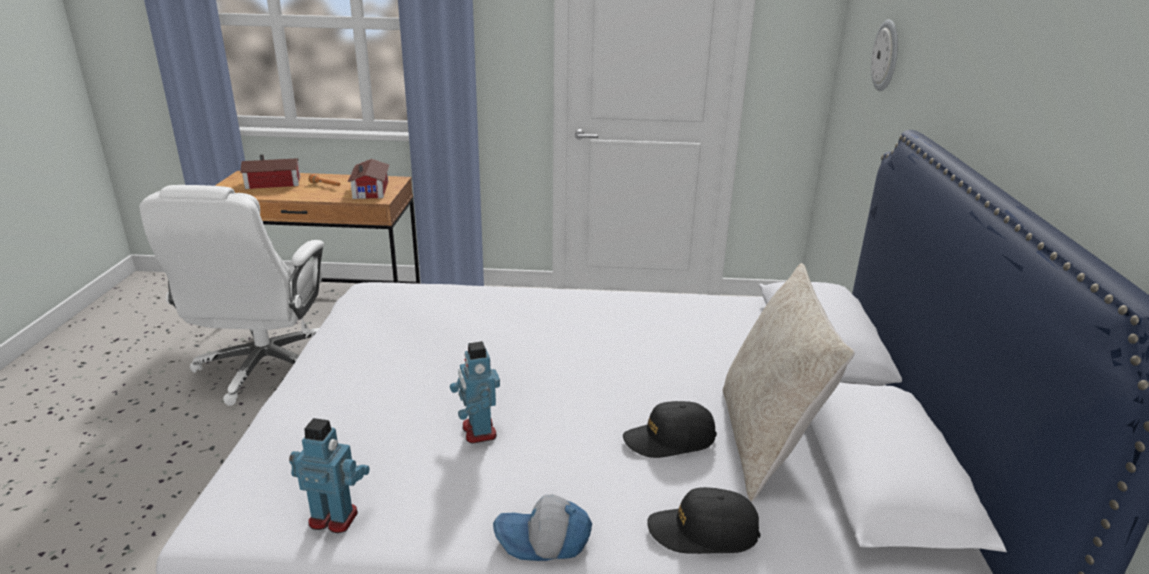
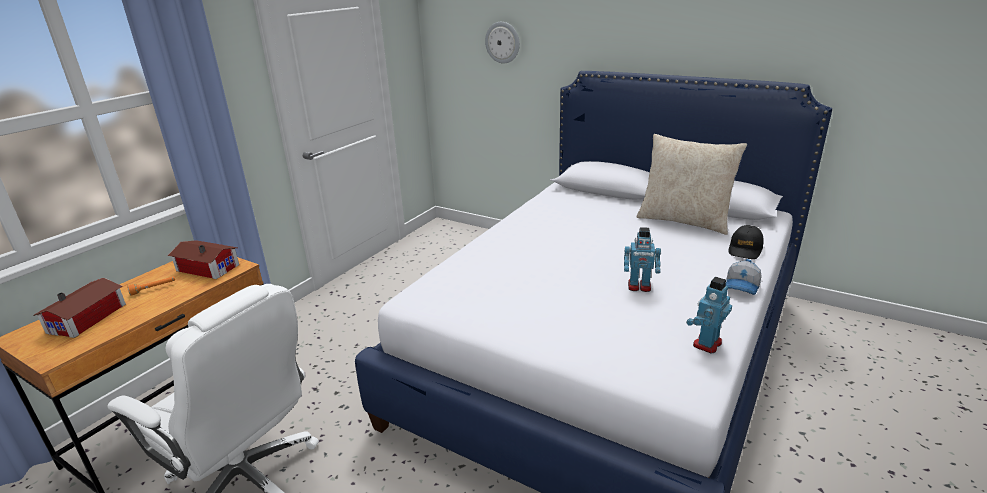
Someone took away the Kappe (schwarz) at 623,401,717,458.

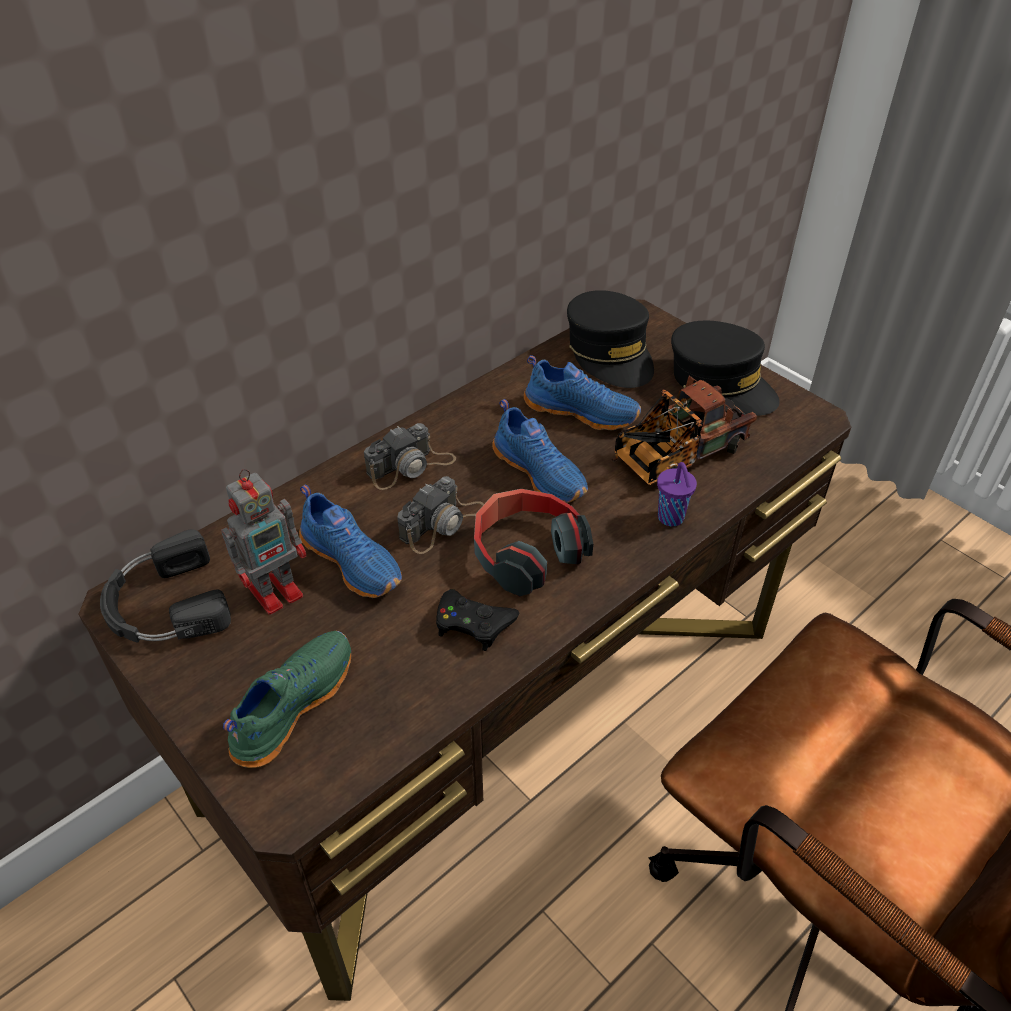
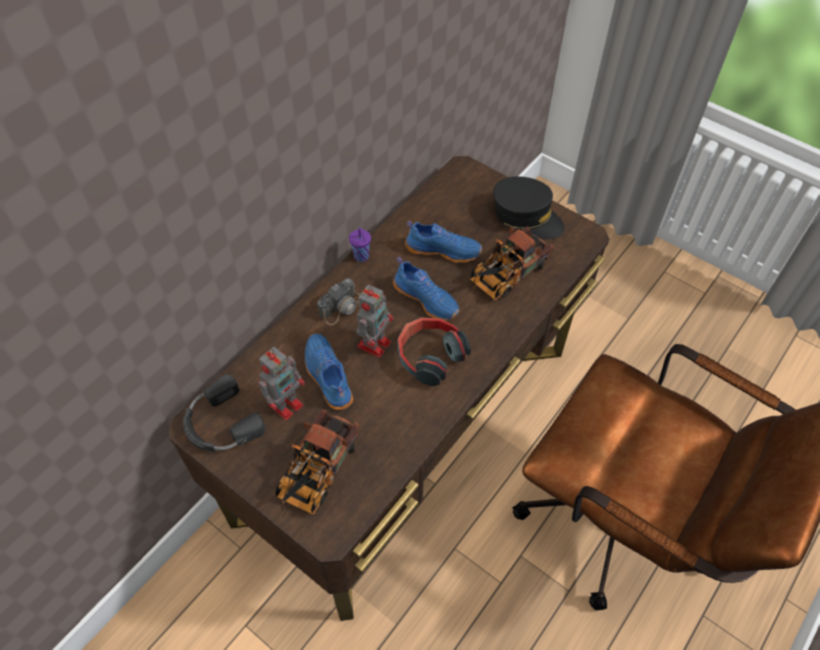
Someone swapped the Schuh (grün) at 223,631,351,768 for the Spielzeuglaster at 275,409,360,516.
Someone rotated the Schuh (blau) at 299,484,402,598 by 150 degrees counterclockwise.
Someone carried the Tasse (lila) from 657,462,697,526 to 349,227,371,262.
Someone swapped the Kamera at 397,476,484,554 for the Spielzeugroboter at 357,285,393,358.
Someone took away the Gamepad (schwarz) at 436,589,519,651.
Someone took away the Kappe (schwarz) at 567,290,654,388.

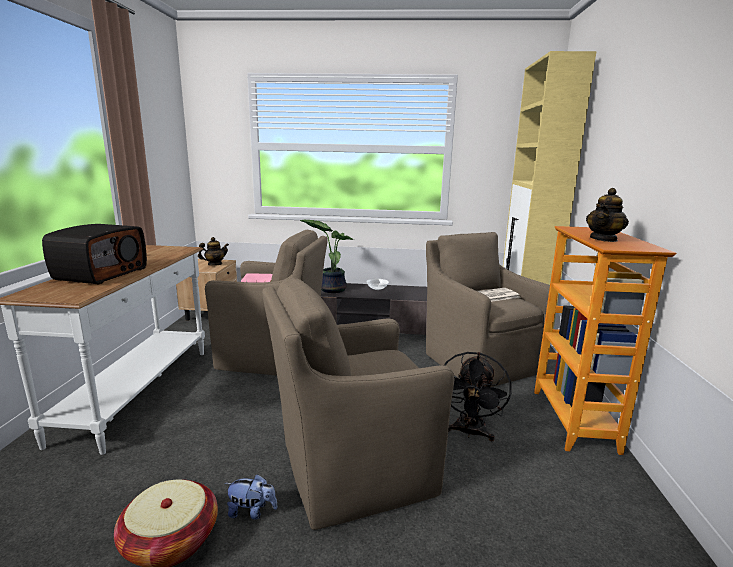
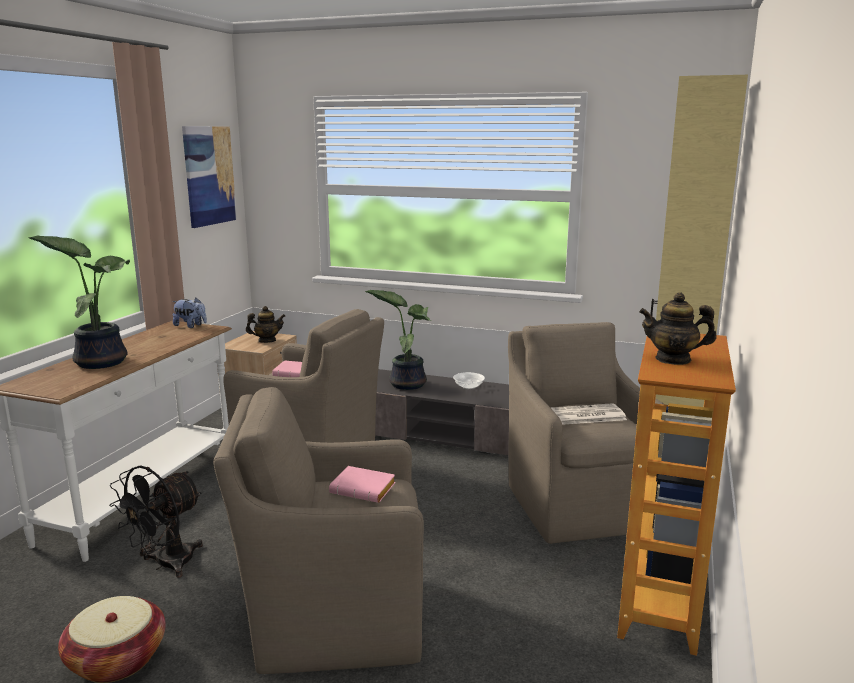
Someone swapped the Radio at 42,224,147,284 for the Topfpflanze at 29,236,130,369.
Someone carried the Ventilator (schwarz) from 444,352,512,441 to 109,465,203,578.
Someone carried the Plüschtier from 225,474,277,520 to 172,298,207,328.
Someone put up the Bild at 182,126,237,228.
Someone put down the Buch (rosa) at 329,466,396,503.
Someone rotated the Teekanne at 586,188,629,242 by 45 degrees clockwise.

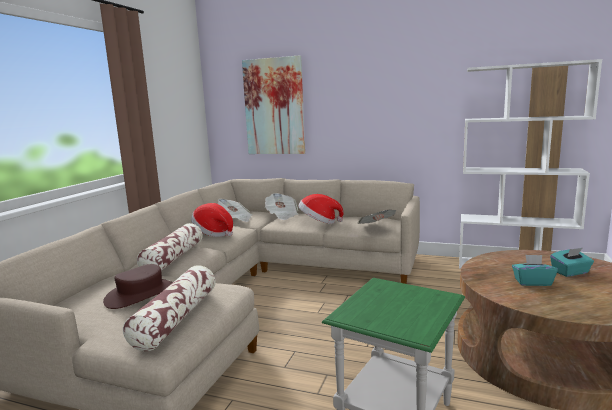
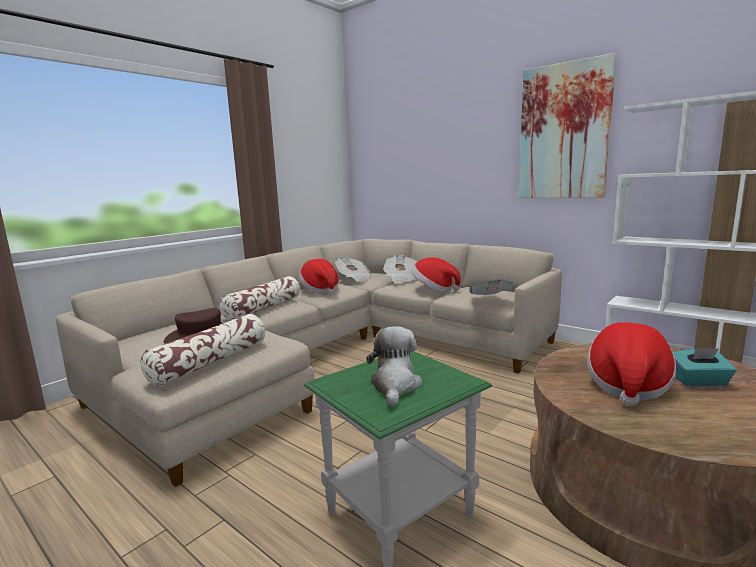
Someone put down the Plüschtier at 366,326,422,407.
Someone carried the Bild from 242,55,305,154 to 519,53,616,198.
Someone swapped the Taschentuchbox (türkis) at 512,255,558,286 for the Hut at 587,322,676,406.

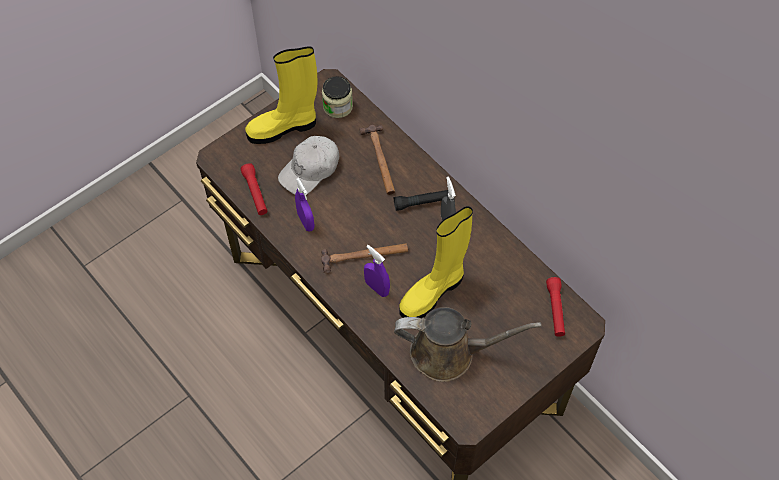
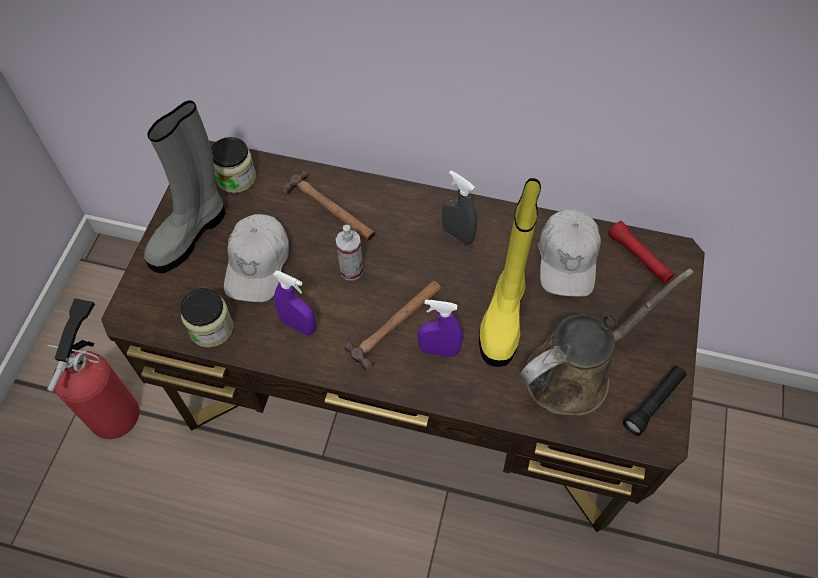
Someone put down the Feuerlöscher at 47,298,139,439.
Someone repainted the Stiefel (gelb) at 245,46,318,144, which became the Stiefel (grau) at 144,100,225,274.
Someone swapped the Taschenlampe (rot) at 241,163,268,215 for the Vorratsglas at 180,288,233,348.
Someone put down the Sprühflasche at 336,225,363,281.
Someone put down the Kappe (weiß) at 538,209,601,296.
Someone carried the Taschenlampe (schwarz) from 394,190,448,211 to 623,366,686,436.

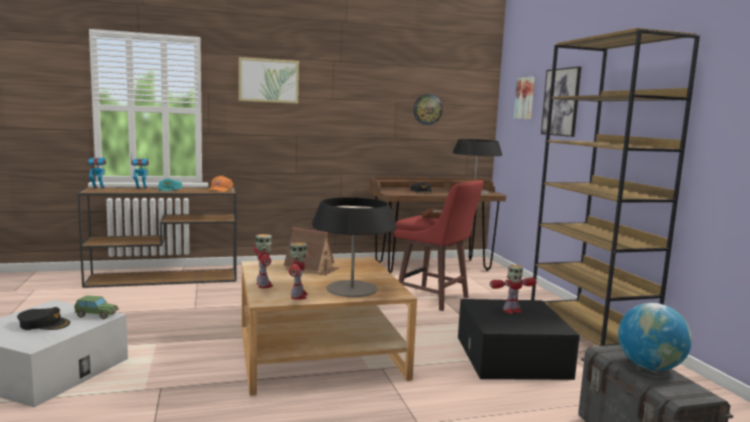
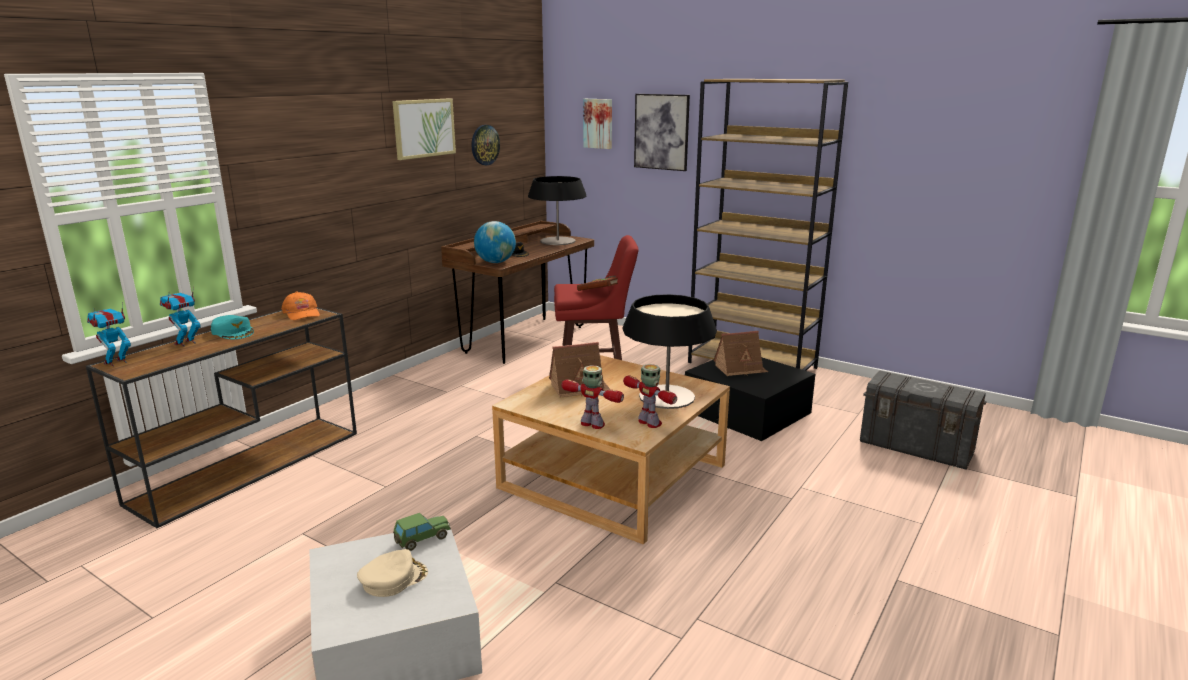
Someone repainted the Kappe (schwarz) at 17,307,70,330, which became the Kappe (beige) at 357,549,428,597.
Someone carried the Bild from 239,57,299,104 to 392,98,456,160.
Someone carried the Globus from 618,303,692,371 to 474,221,516,263.
Someone swapped the Spielzeugroboter at 490,265,537,314 for the Spielzeughaus at 713,331,768,376.

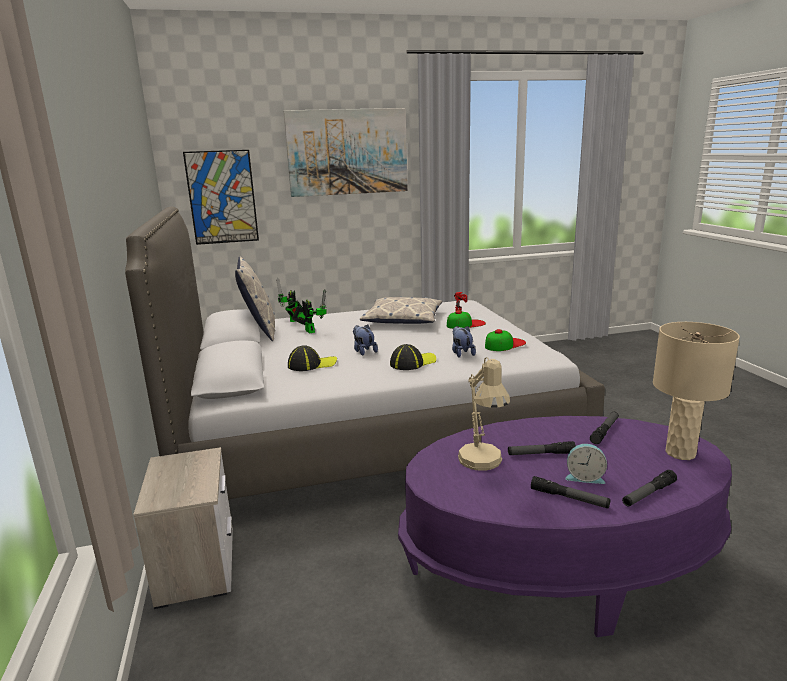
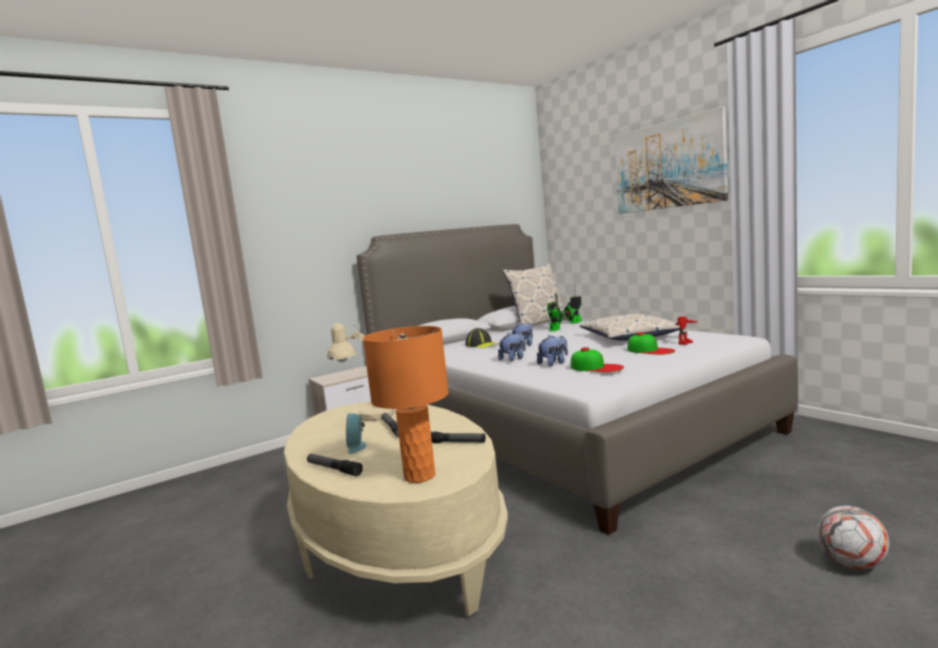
Someone repainted the Couchtisch (lila) at 398,416,732,637, which became the Couchtisch (beige) at 284,402,508,616.
Someone repainted the Tischlampe (beige) at 653,322,740,460, which became the Tischlampe (orange) at 363,326,449,483.
Someone swapped the Kappe at 390,344,436,370 for the Plüschtier at 498,333,526,362.
Someone put down the Fußball at 817,506,889,569.
Someone took away the Bild at 183,150,259,245.
Someone took away the Taschenlampe at 531,476,610,509.

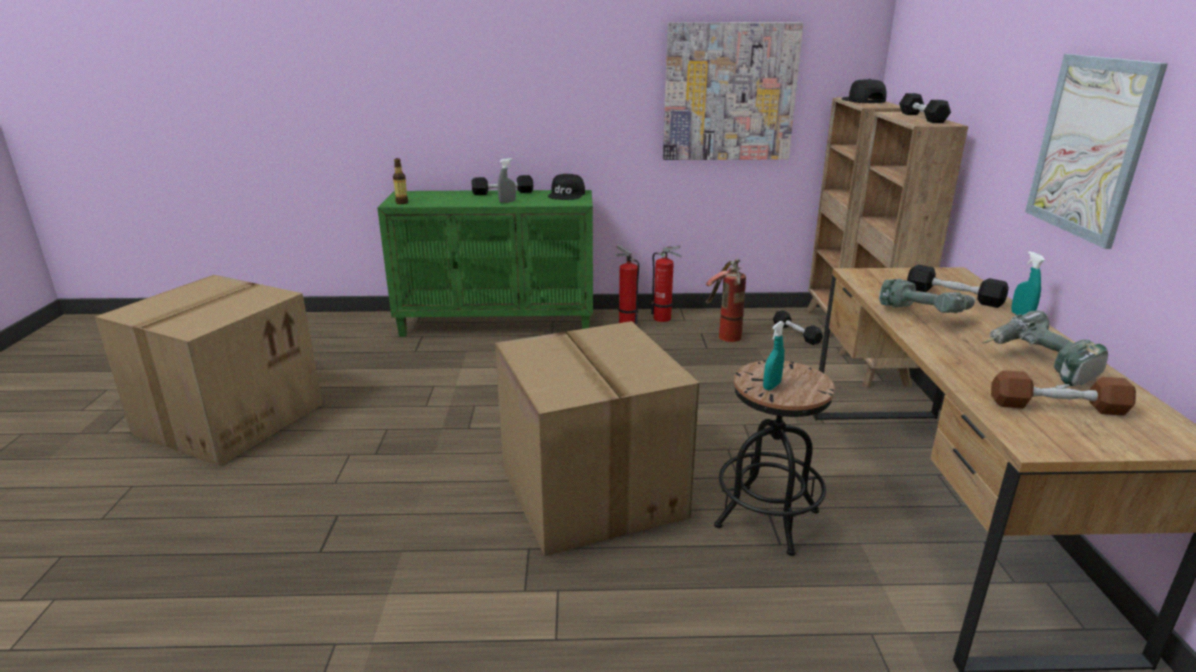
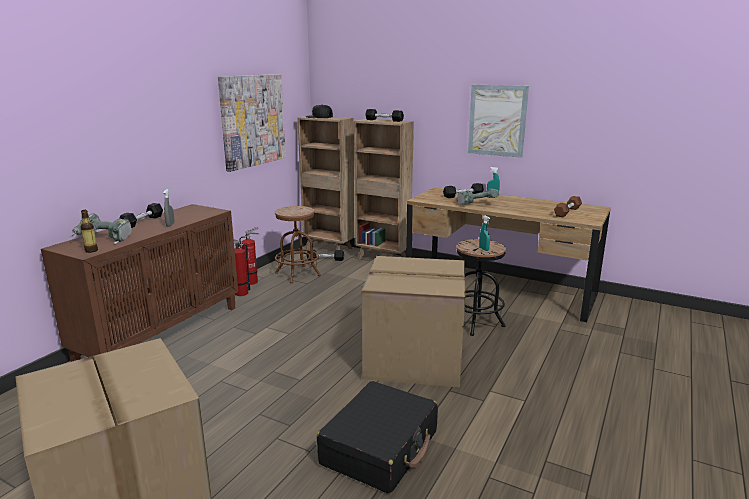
Someone repainted the Schrank (grün) at 377,190,593,337, which became the Schrank (braun) at 41,204,238,362.
Someone carried the Bohrmaschine from 982,311,1108,388 to 70,213,132,244.
Someone swapped the Feuerlöscher at 706,259,746,342 for the Hocker (braun) at 275,206,321,284.
Someone put down the Koffer (schwarz) at 317,381,438,494.
Someone took away the Kappe (schwarz) at 548,174,585,200.

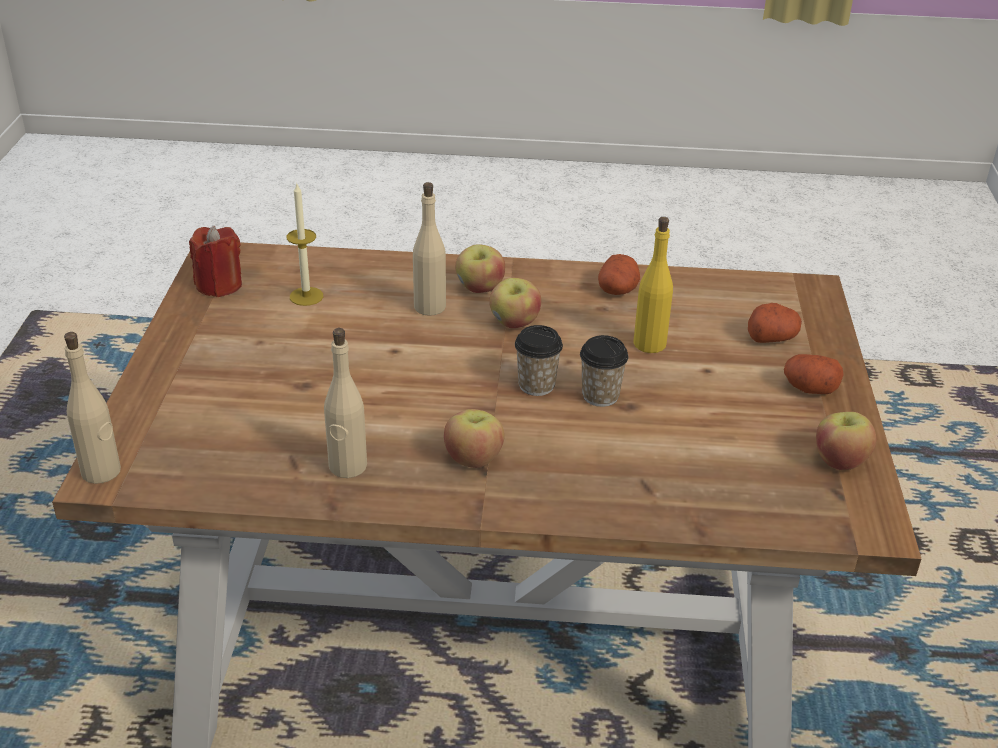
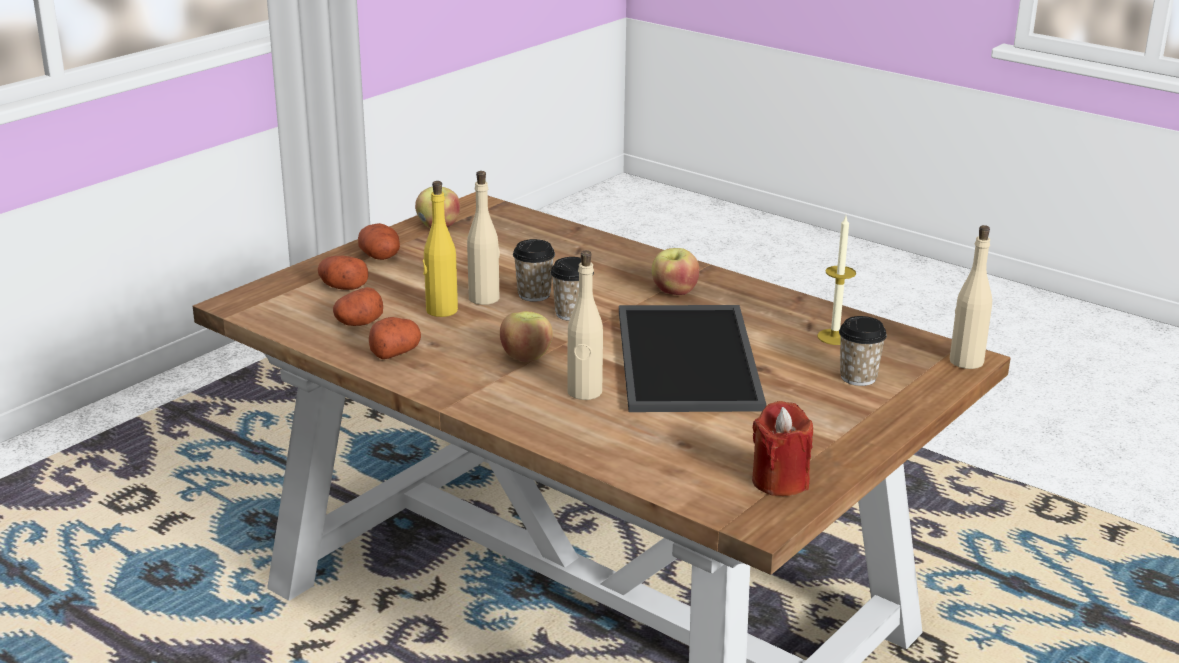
Someone put down the Kartoffel at 333,287,383,326.
Someone carried the Flasche (beige) from 324,328,367,478 to 467,171,500,305.
Someone put down the Tablett at 619,305,766,412.
Someone carried the Kerze from 287,184,323,306 to 817,216,856,345.
Someone put down the Tasse at 839,316,887,386.
Someone took away the Apfel at 455,244,505,293.

